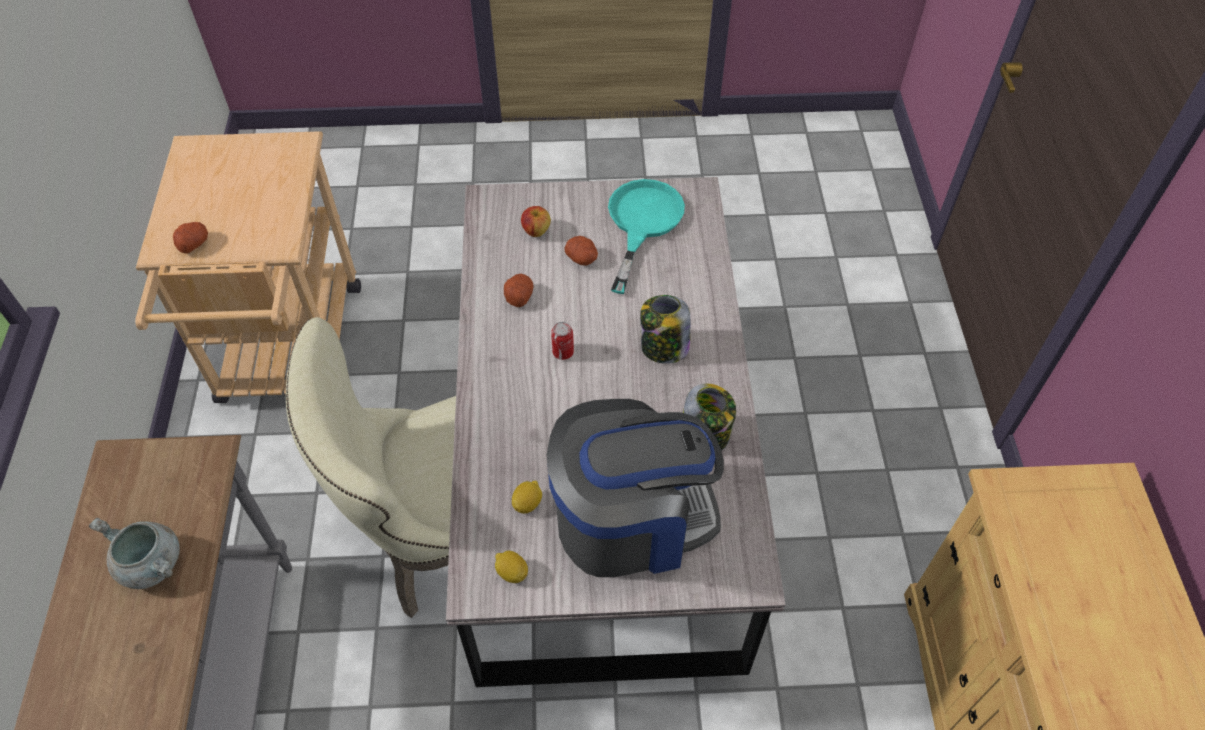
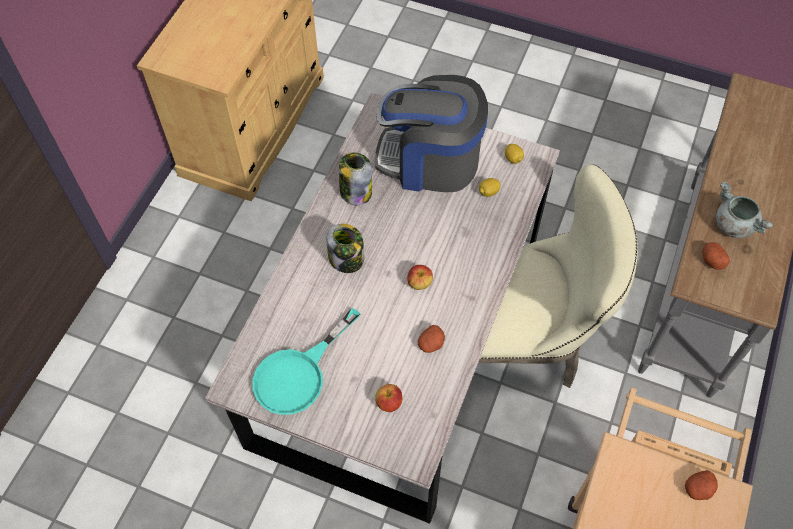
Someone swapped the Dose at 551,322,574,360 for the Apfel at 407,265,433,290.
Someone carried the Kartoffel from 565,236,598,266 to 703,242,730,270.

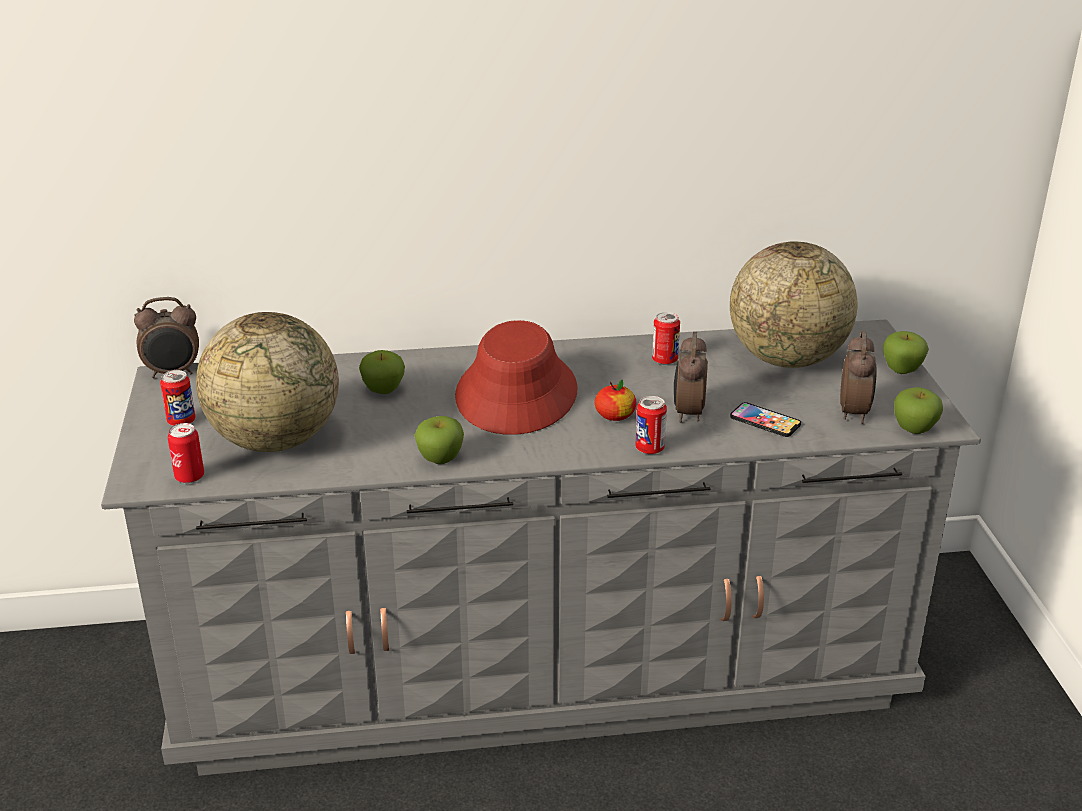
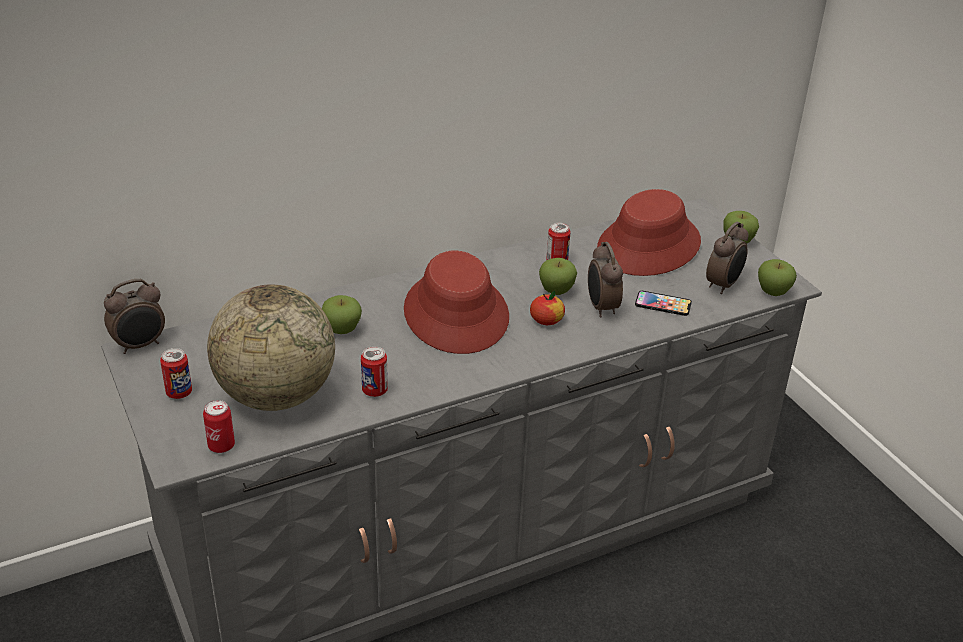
Someone carried the Dose from 635,396,667,454 to 361,346,388,397.
Someone carried the Apfel from 414,416,464,464 to 539,258,577,295.
Someone swapped the Globus at 730,241,857,368 for the Hut (rot) at 597,189,701,276.
Someone rotated the Wecker at 840,331,877,424 by 45 degrees clockwise.

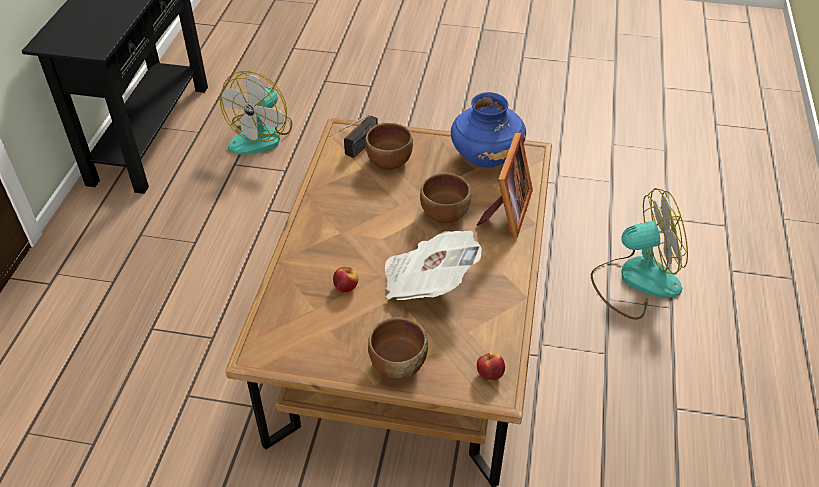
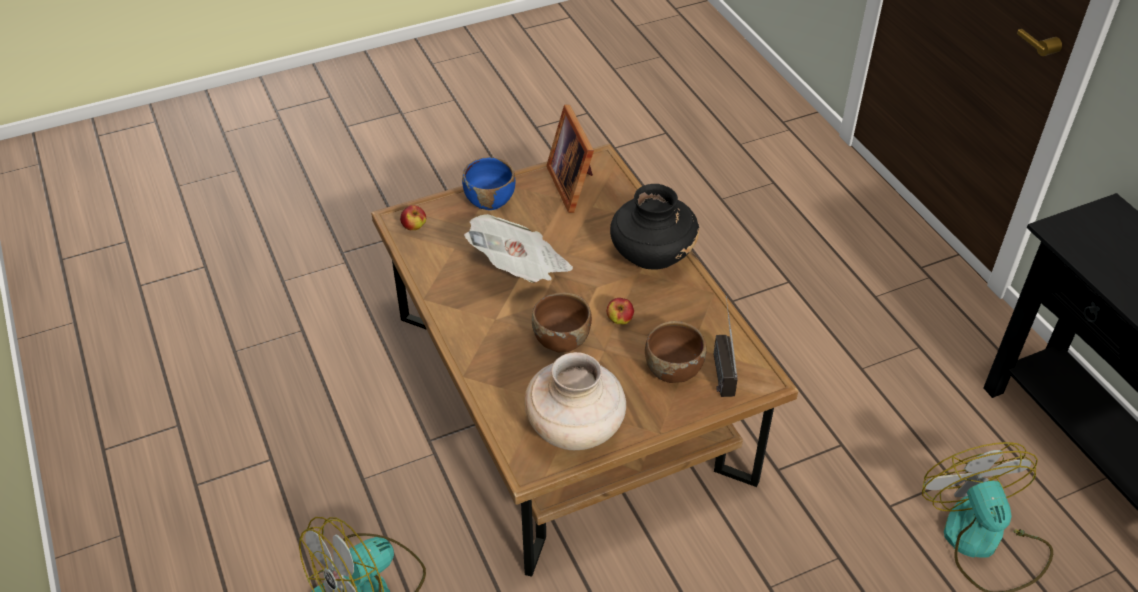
Someone repainted the Schüssel (braun) at 368,317,428,379, which became the Schüssel (blau) at 462,157,515,210.
Someone repainted the Vase (blau) at 451,92,526,168, which became the Vase (beige) at 524,352,626,450.
Someone carried the Bilderrahmen from 477,132,533,238 to 546,105,594,213.
Someone carried the Apfel from 333,267,358,293 to 607,298,634,325.
Someone put down the Vase (schwarz) at 610,184,699,270.

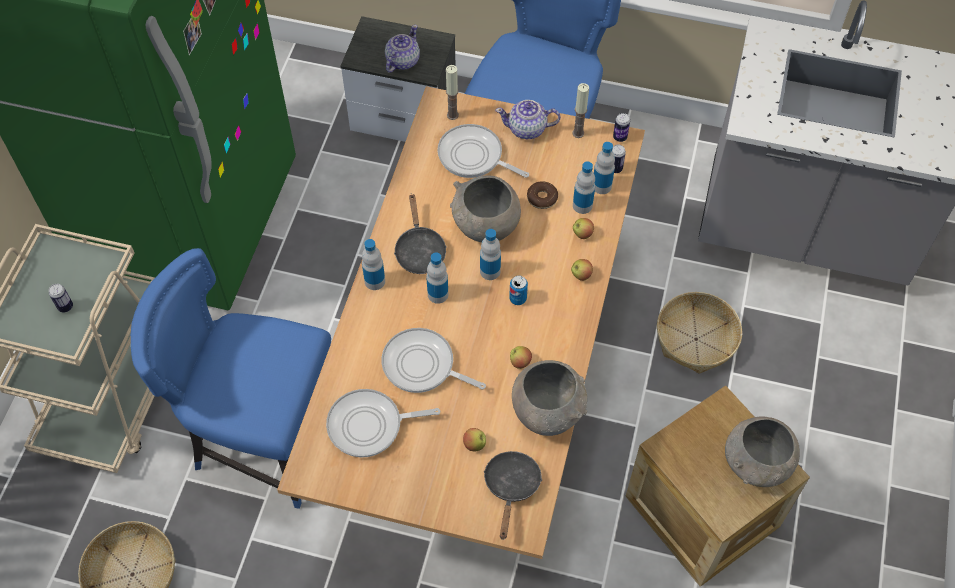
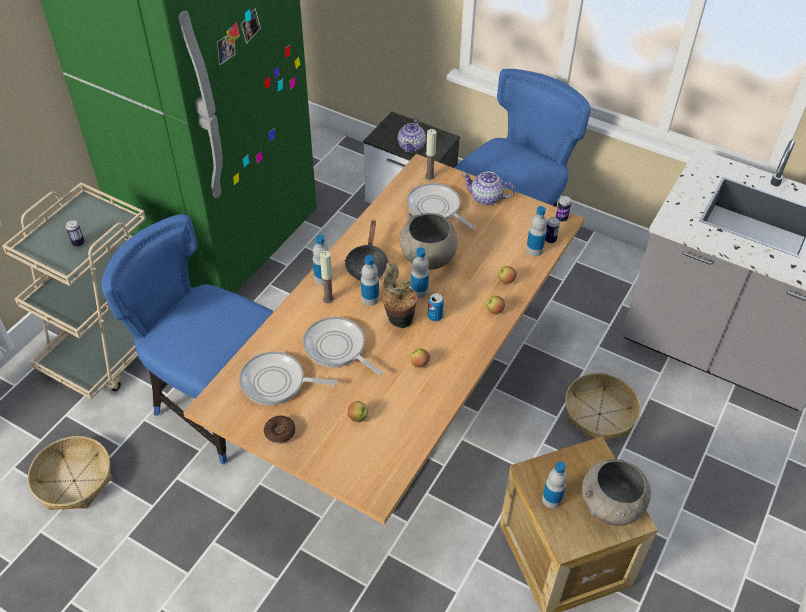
Someone carried the Donut from 527,181,558,209 to 264,416,296,444.
Someone carried the Kerze from 572,83,589,138 to 320,251,334,303.
Someone put down the Topfpflanze at 382,263,417,328.
Someone rotated the Teekanne at 385,25,420,72 by 150 degrees clockwise.
Someone carried the Flasche from 573,161,595,214 to 542,461,567,509.
Someone took away the Pfanne (schwarz) at 483,451,542,540.
Someone took away the Schüssel (grau) at 512,360,587,436.

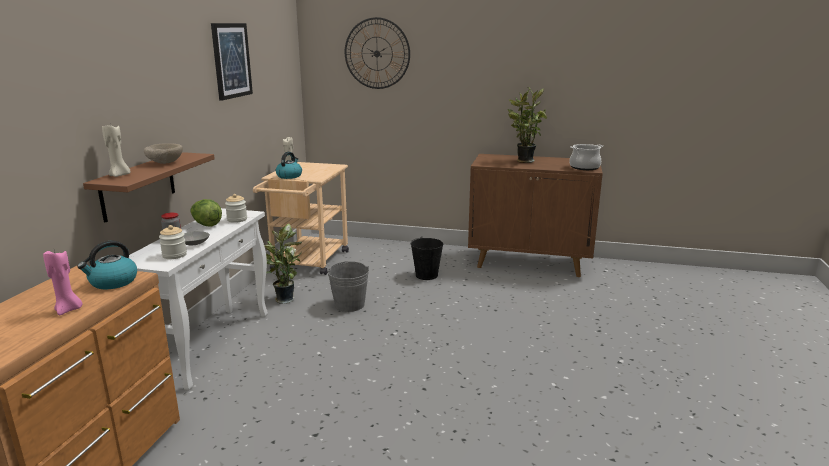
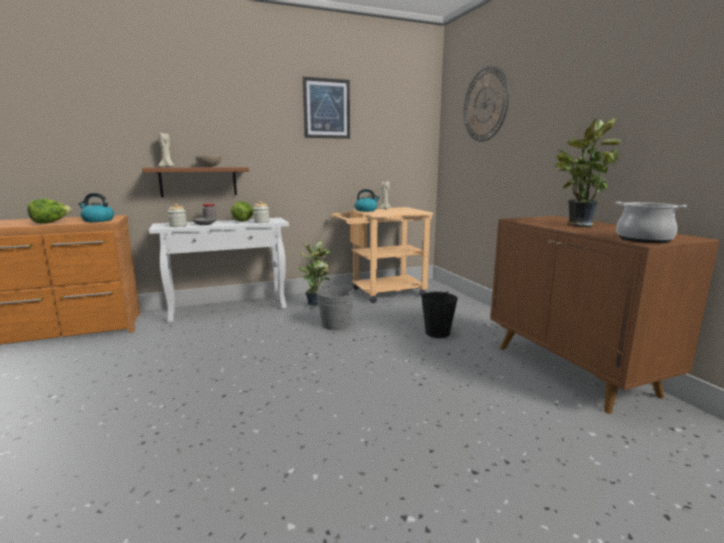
Someone swapped the Kerze (rosa) at 43,250,82,315 for the Salatkopf at 27,198,72,224.

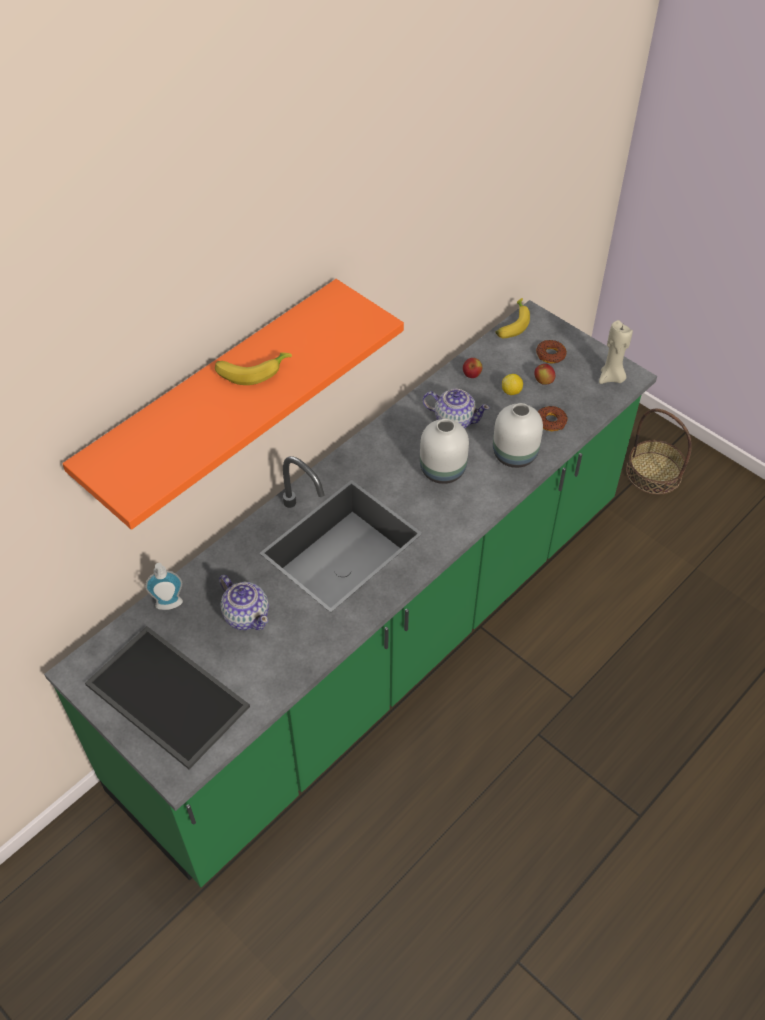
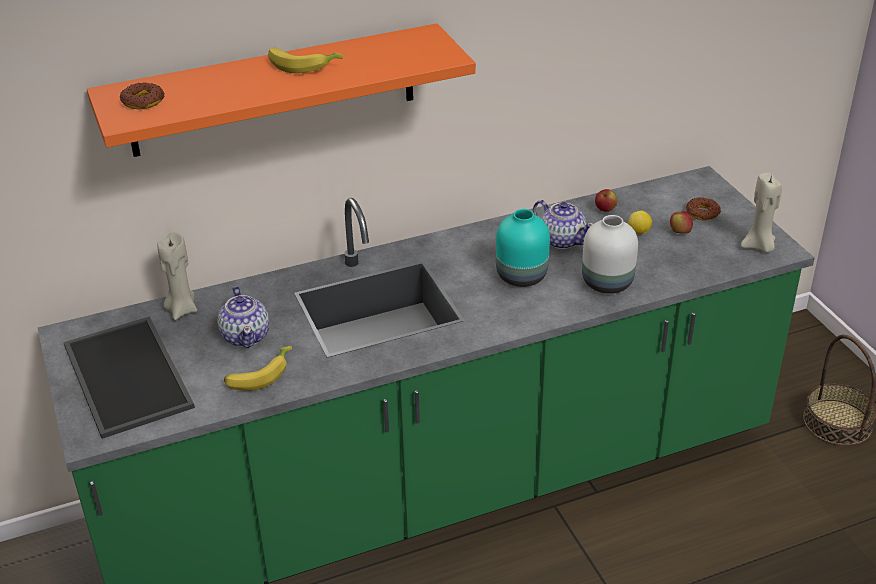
Someone carried the Donut from 538,406,568,431 to 120,82,165,109.
Someone swapped the Seifenspender at 145,563,183,610 for the Kerze (beige) at 157,232,197,320.
Someone carried the Banane from 496,298,530,338 to 224,346,292,391.
Someone repainted the Vase (weiß) at 420,419,469,484, which became the Vase (türkis) at 496,209,550,287.

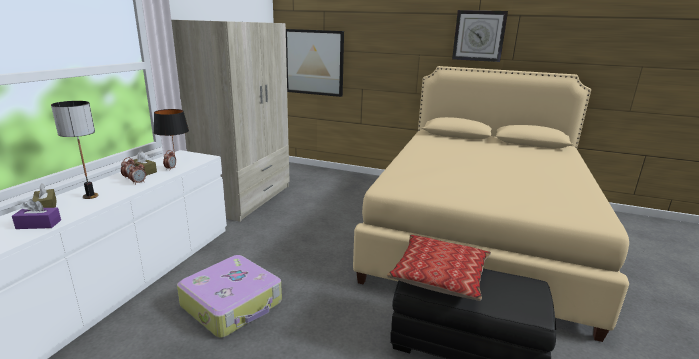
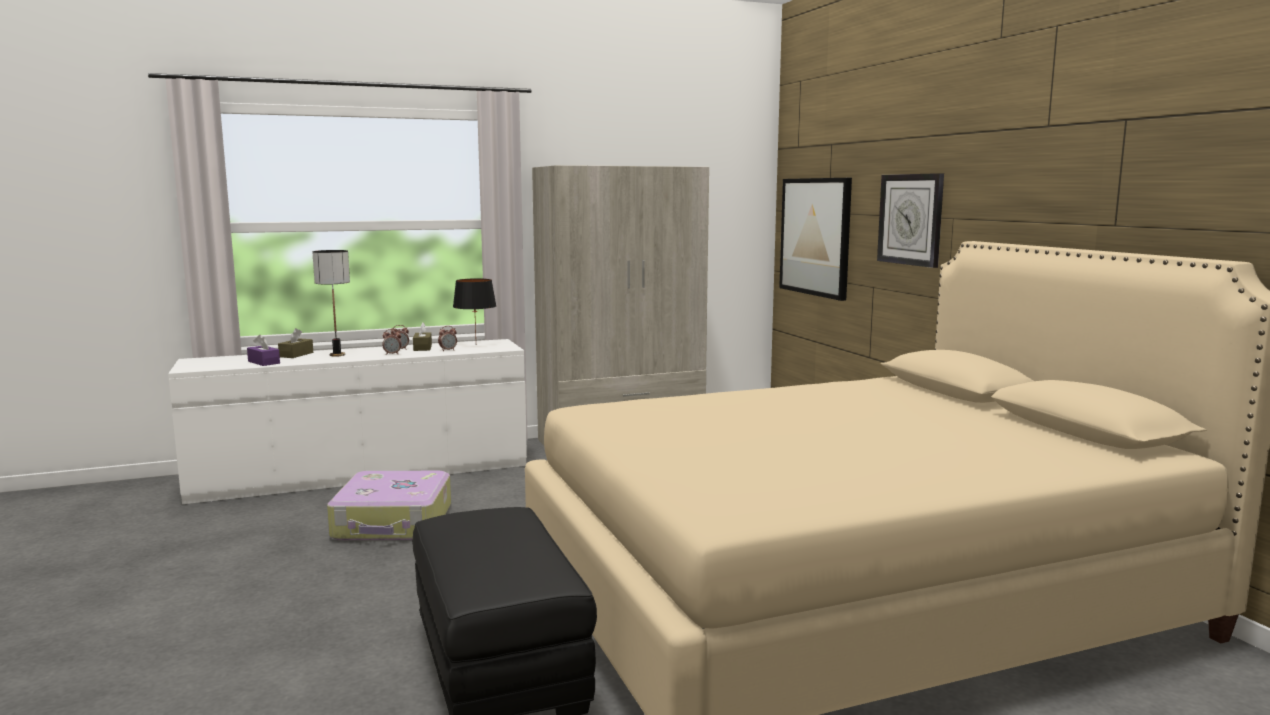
Someone carried the Wanduhr from 452,10,508,62 to 877,173,944,268.
Someone took away the Kissen at 387,235,491,301.

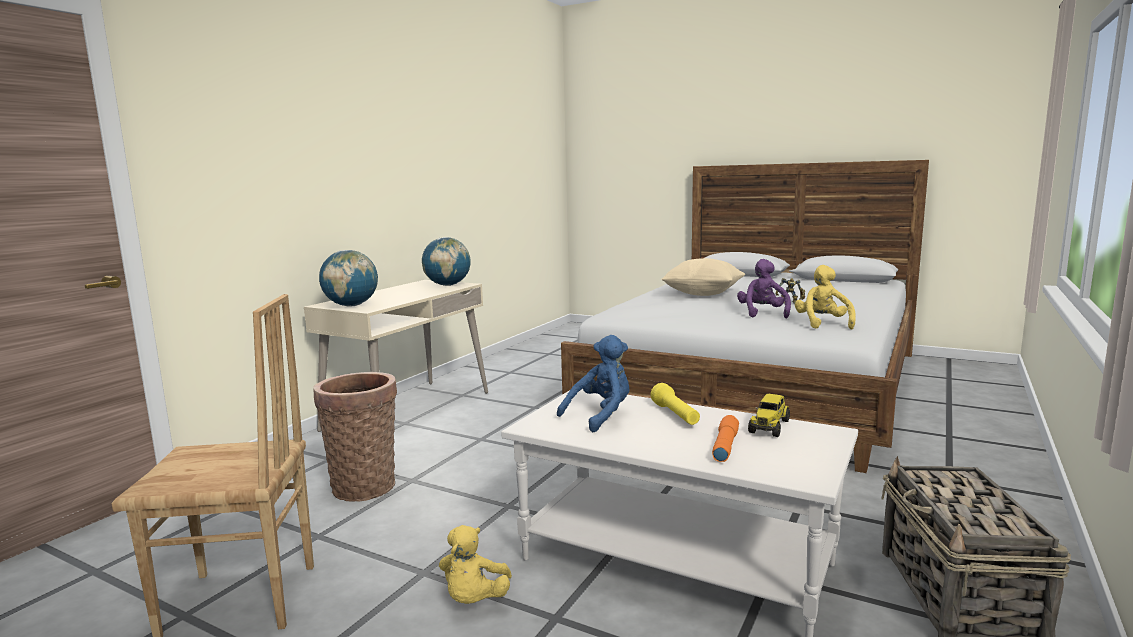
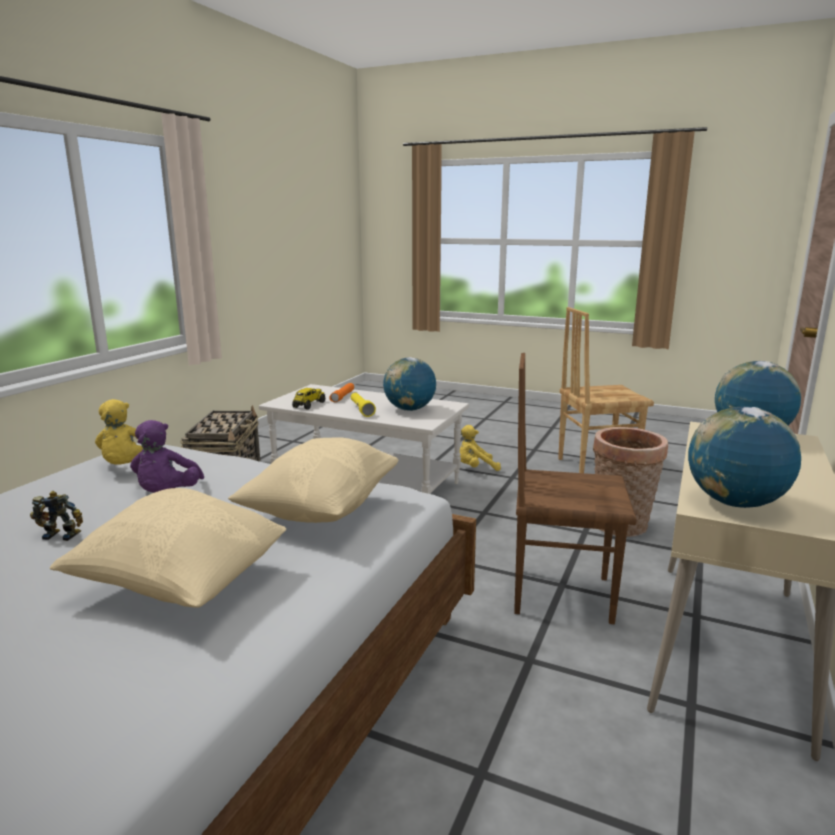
Someone put down the Kissen (beige) at 228,438,398,523.
Someone swapped the Plüschtier (blau) at 557,335,629,432 for the Globus at 383,357,436,411.
Someone rotated the Plüschtier (gelb) at 439,525,512,604 by 105 degrees counterclockwise.
Someone put down the Stuhl (braun) at 514,353,637,624.

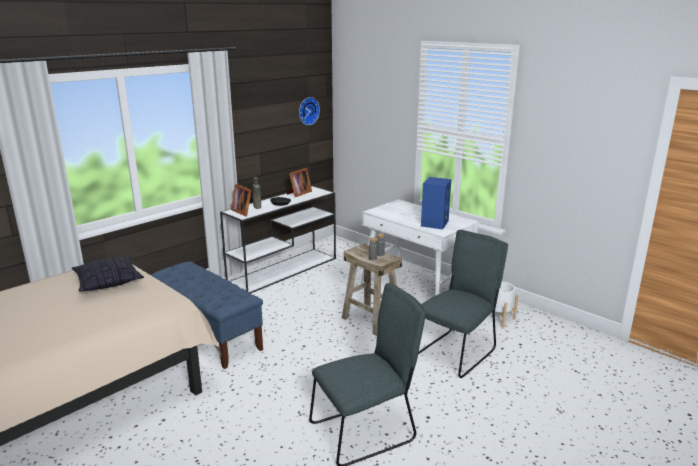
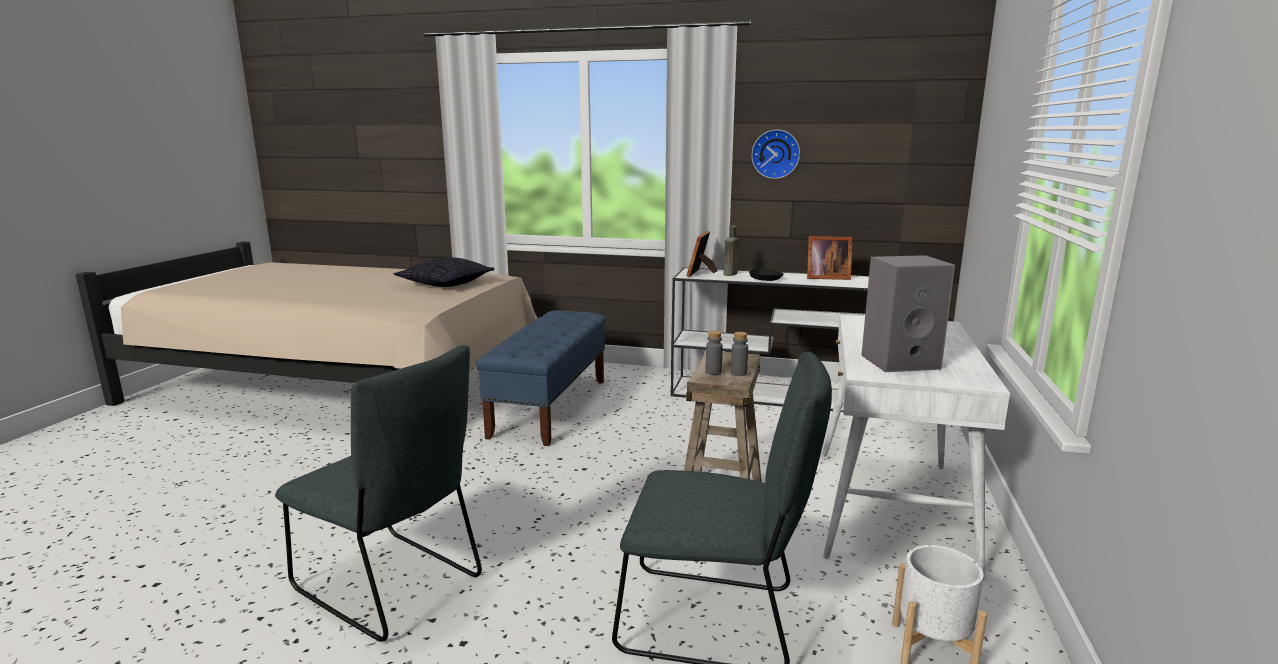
Someone carried the Wanduhr from 299,97,320,125 to 751,130,800,179.
Someone repainted the Lautsprecher (blau) at 421,177,451,229, which became the Lautsprecher (grau) at 861,255,955,372.

